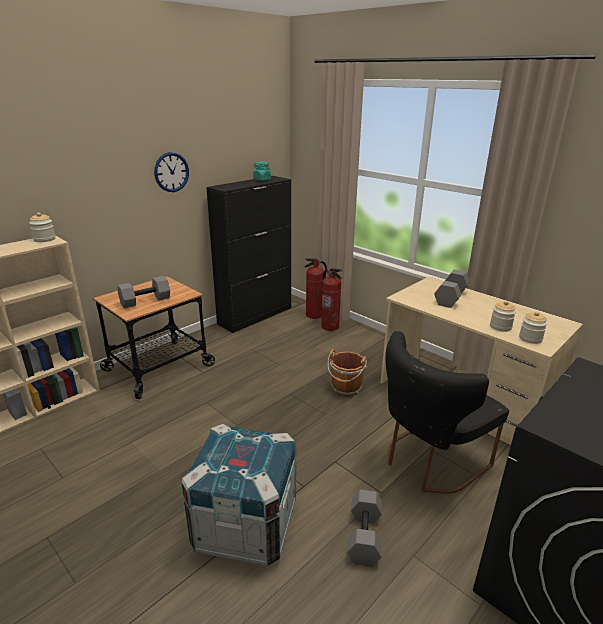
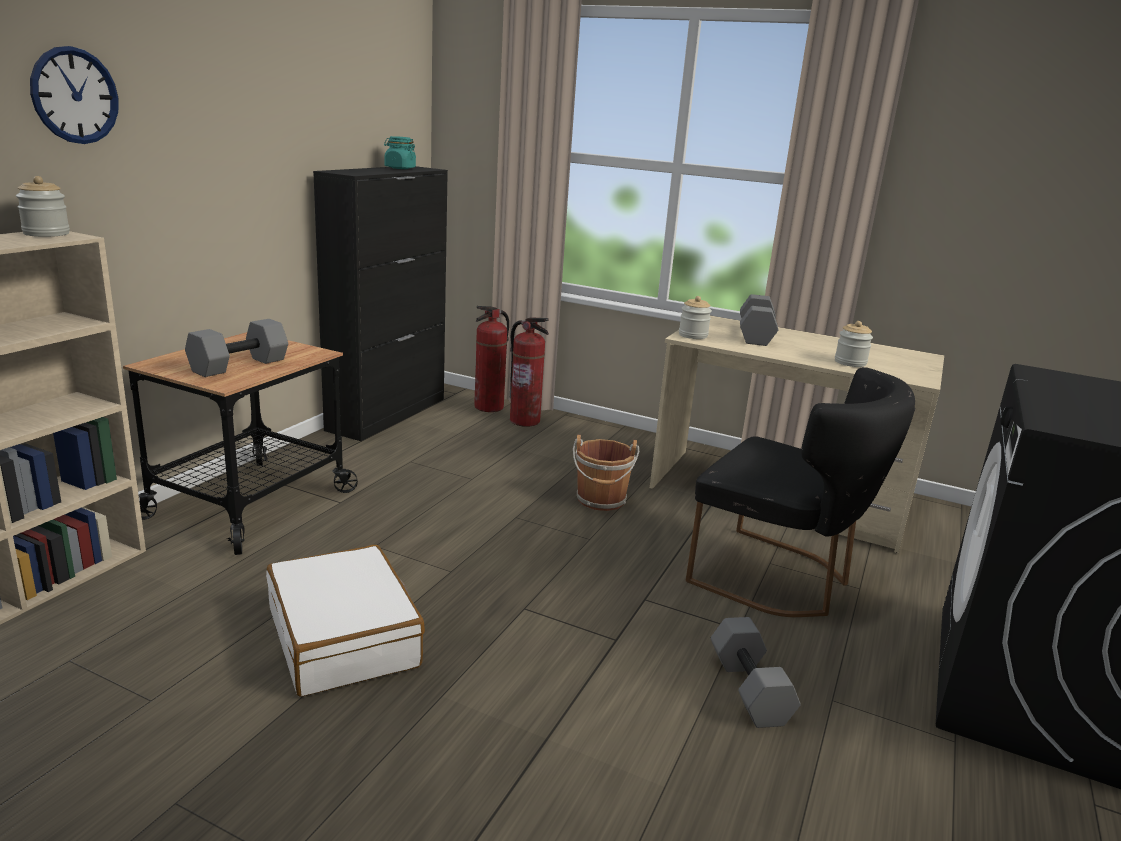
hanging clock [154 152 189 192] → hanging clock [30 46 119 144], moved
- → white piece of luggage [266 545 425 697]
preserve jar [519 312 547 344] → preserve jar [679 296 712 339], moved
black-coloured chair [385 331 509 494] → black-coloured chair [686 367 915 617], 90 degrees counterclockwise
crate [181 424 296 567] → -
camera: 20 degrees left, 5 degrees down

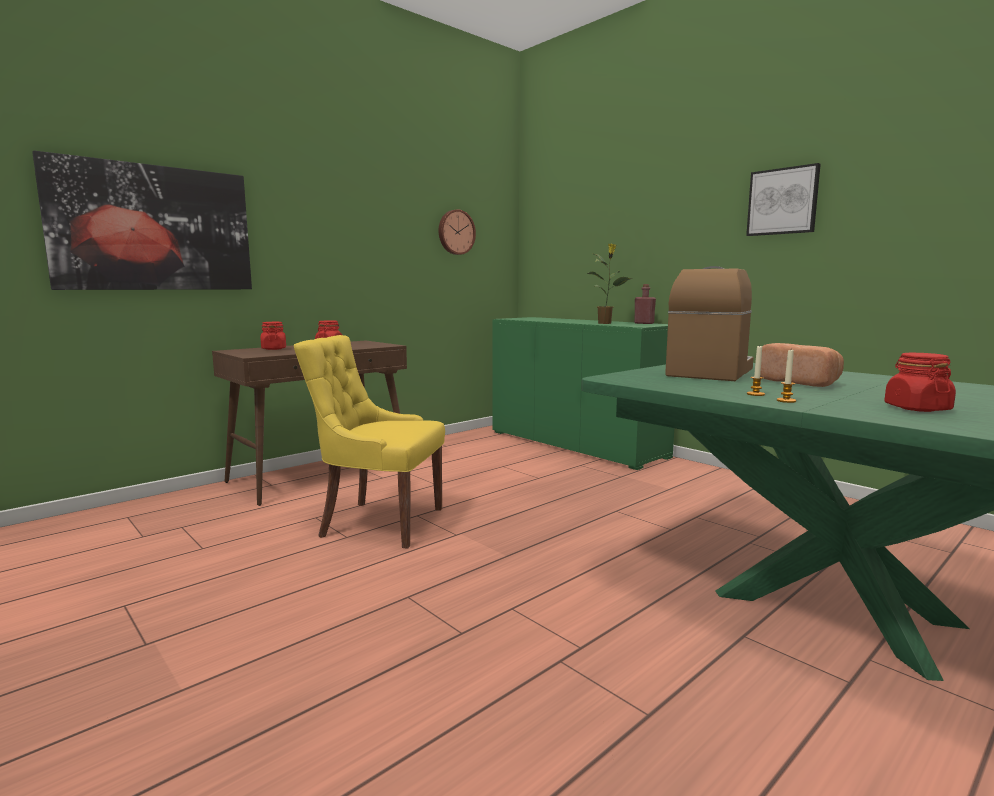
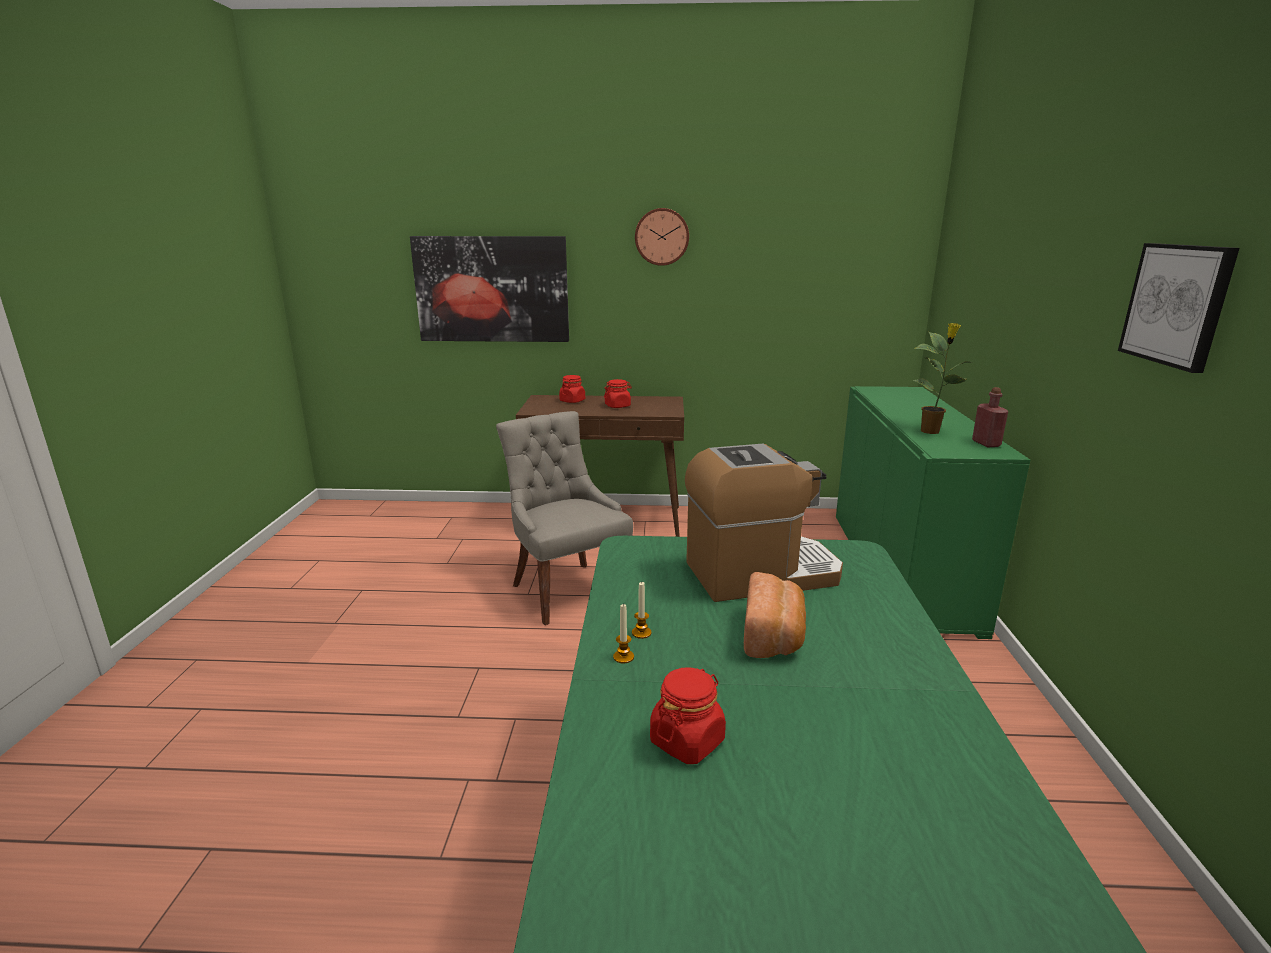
yellow chair [294 335 445 549] → grey chair [496 411 633 625]
hanging clock [439 209 476 255] → hanging clock [635 208 689 266], moved
camera: 45 degrees right, 10 degrees up

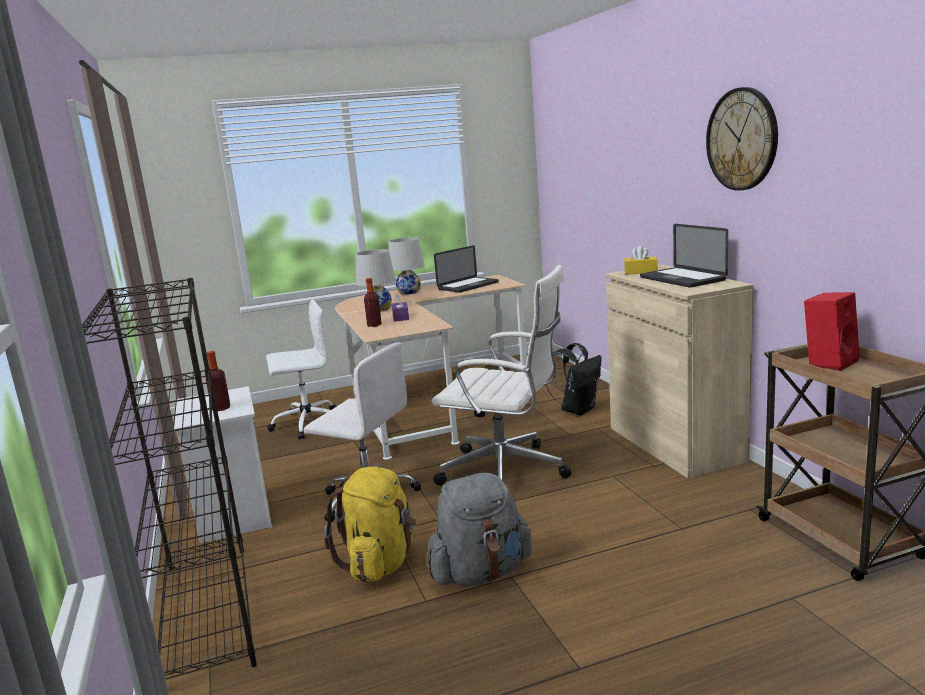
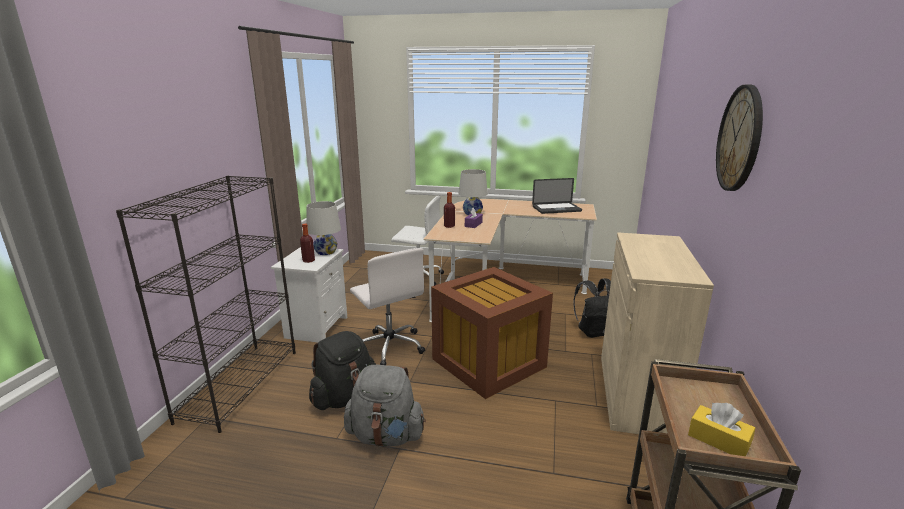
white table lamp [388 237 424 295] → white table lamp [306 201 341 255], moved
yellow knapsack [324 467 416 582] → black-coloured knapsack [309 331 376 410]
white desk chair [432 265 571 486] → brown-coloured storage bin [431 267 553 399]
yellow tissue box [624 245 658 275] → yellow tissue box [688 403 755 456], moved
laptop [640 224 728 288] → -
reddish loudspeaker [804 292 860 371] → -
camera: 30 degrees right, 5 degrees up

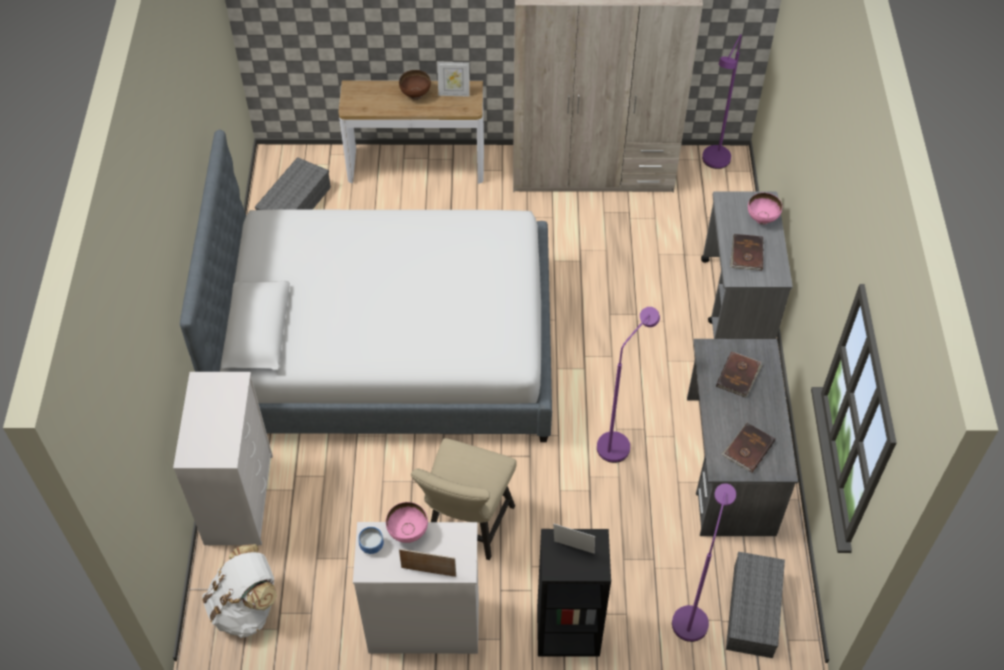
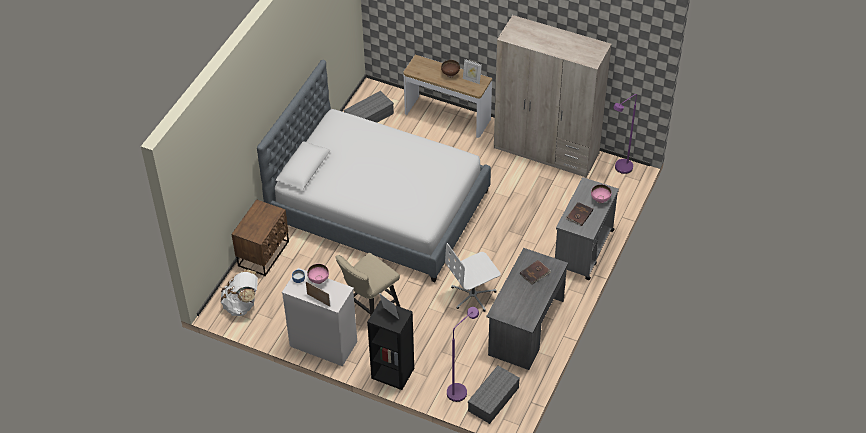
white dresser [173 372 273 545] → brown-coloured bedside table [232 199 289 276]
purplish standing lamp [597 307 660 463] → white desk chair [445 243 501 312]
brown-coloured bound book [722 423 775 473] → -
camera: 25 degrees right, 5 degrees down

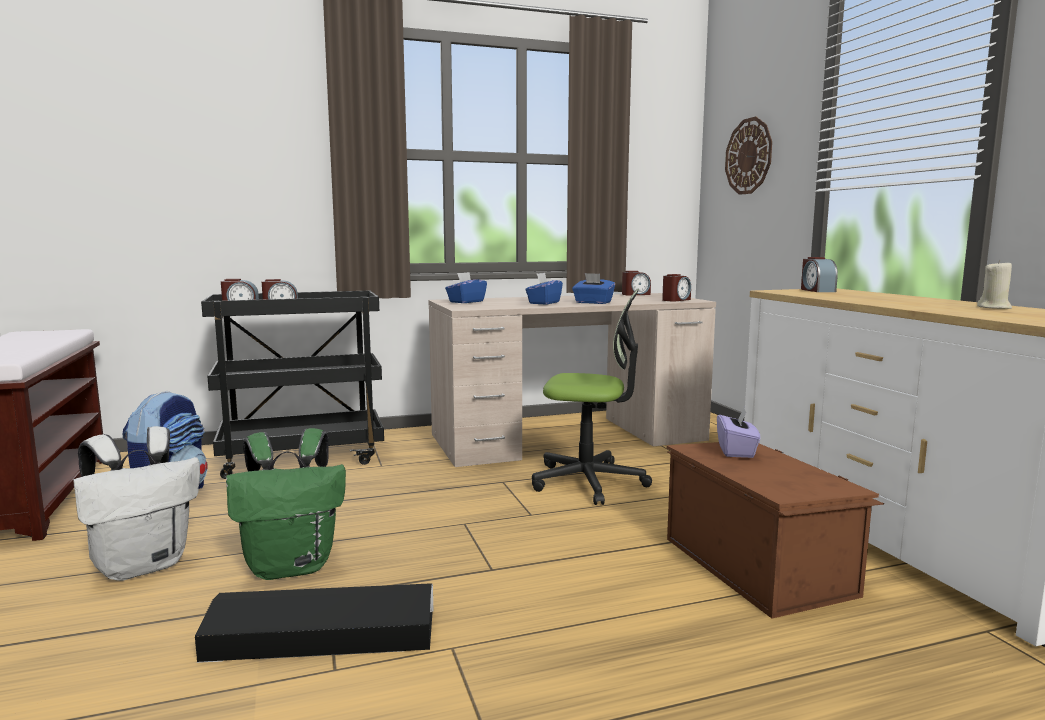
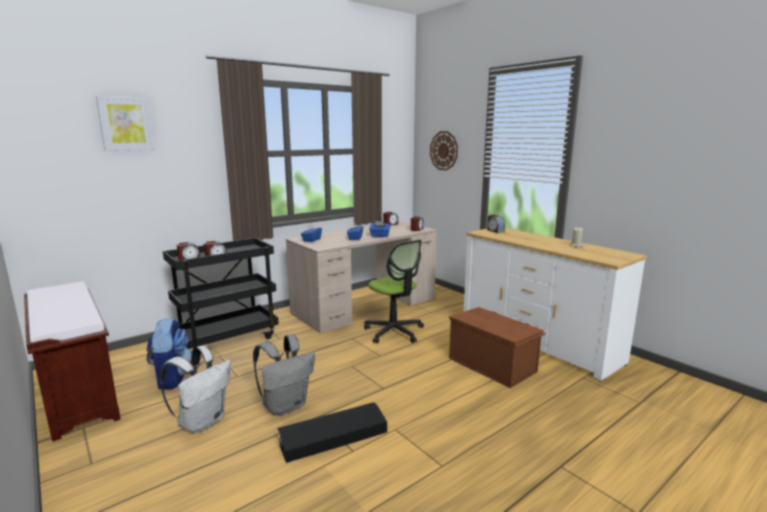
- → picture [96 96 155 151]
green-coloured knapsack [226 428 346 580] → grey knapsack [253 334 315 416]
desk chair [532 289 652 505] → desk chair [364 240 424 343], 60 degrees clockwise
purplish tissue box [717 408 761 458] → -
camera: 20 degrees left, 5 degrees up

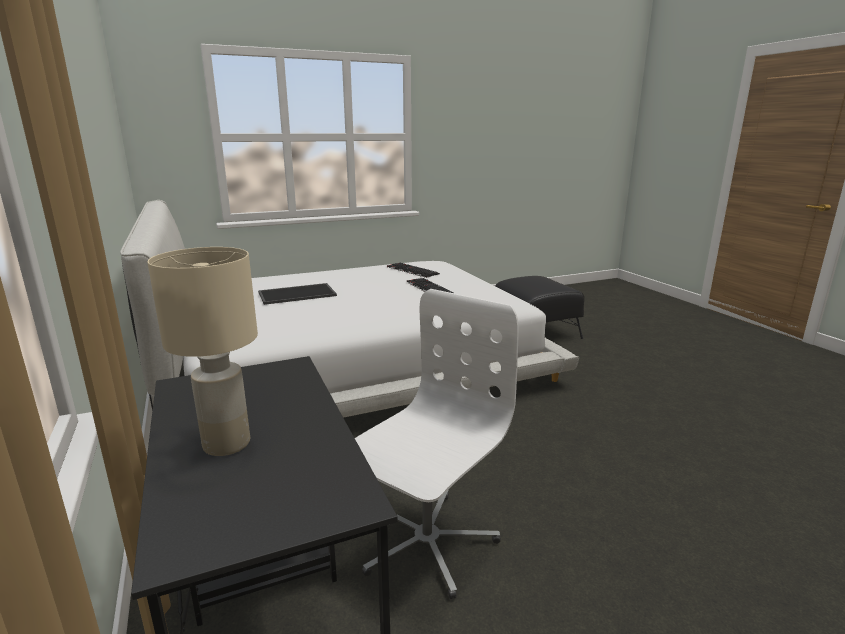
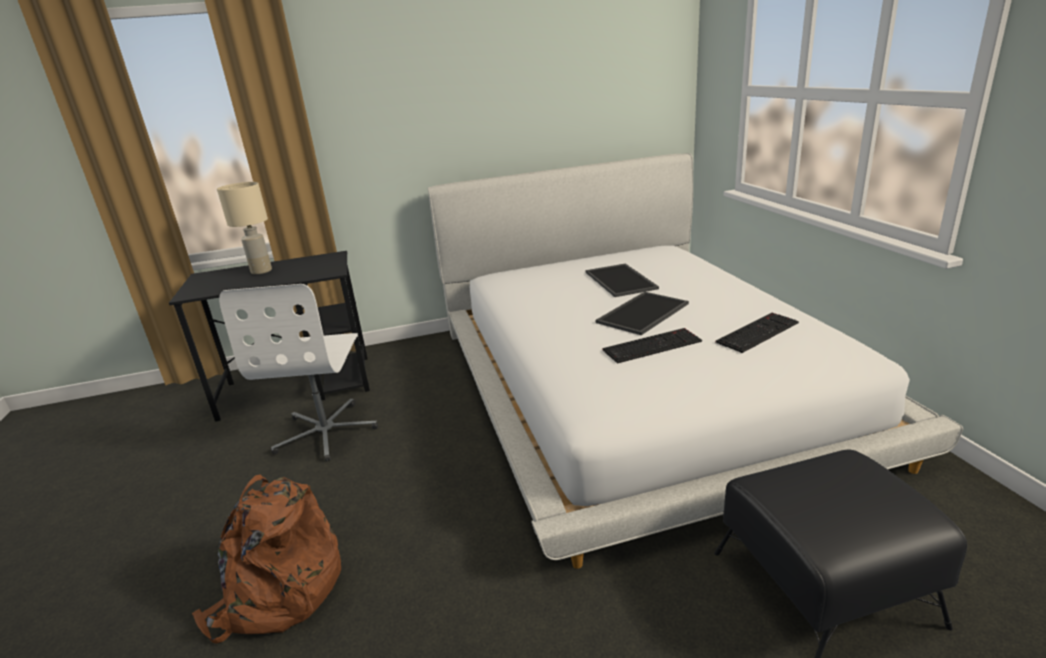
- → brown-coloured knapsack [192 474 341 644]
white desk chair [355 289 519 600] → white desk chair [219 284 378 462], 45 degrees clockwise
- → tray [596 292 689 335]
camera: 100 degrees right, 5 degrees up

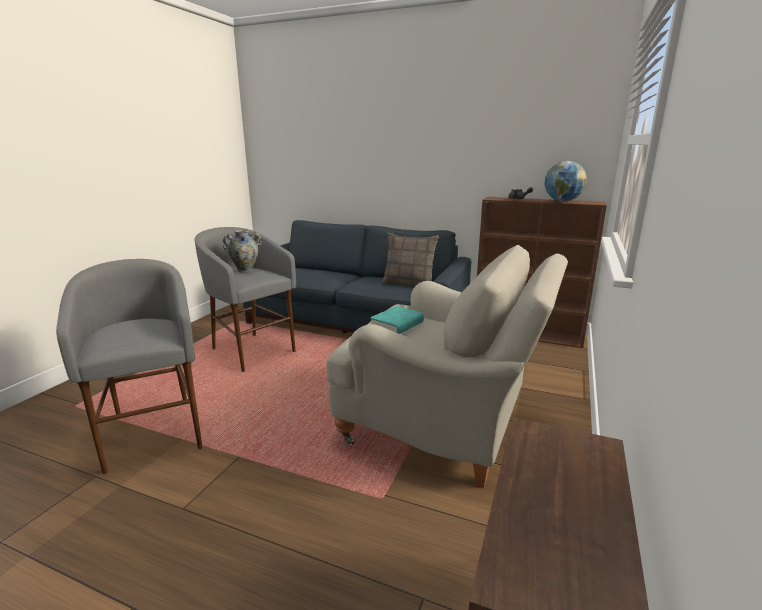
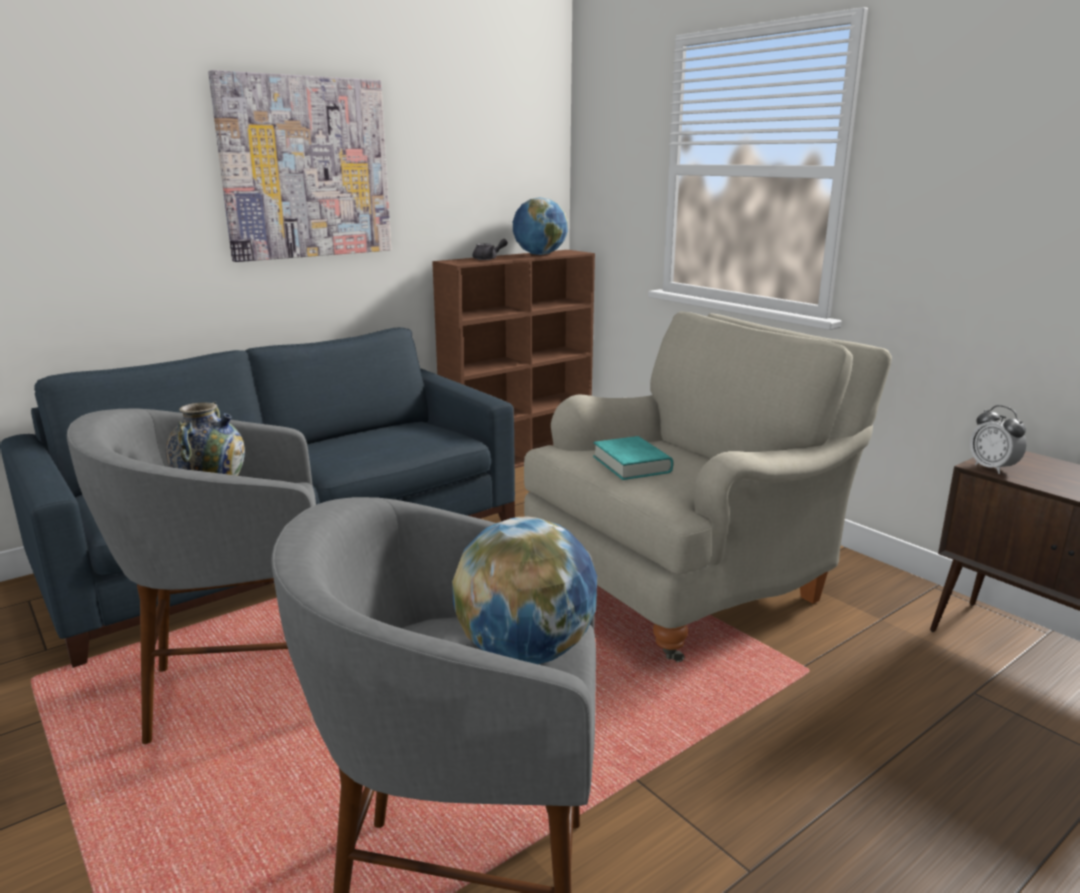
- → picture [208 70 391 262]
- → world globe [452 516 597 664]
- → table clock [970 405 1026 474]
cushion [382 233 439 286] → -
camera: 60 degrees left, 0 degrees up

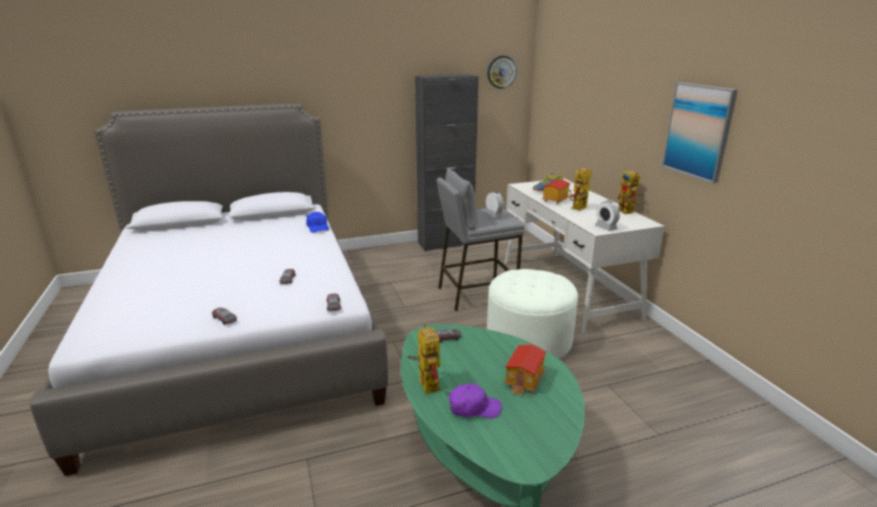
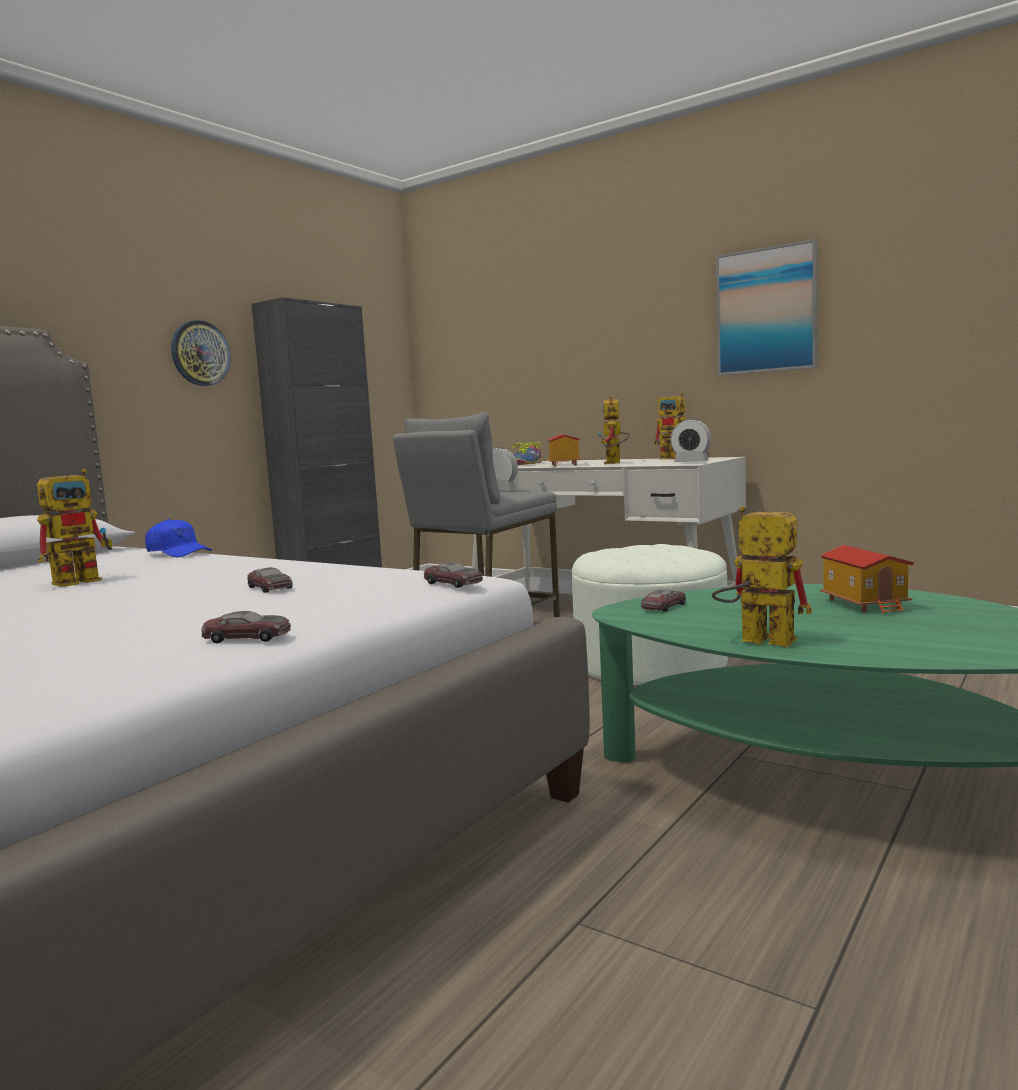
- → model robot [37 469 112 587]
hanging clock [487 56 517 89] → hanging clock [171 320 231 386], moved
purplish cap [449 383 502 418] → -
camera: 35 degrees left, 15 degrees down

